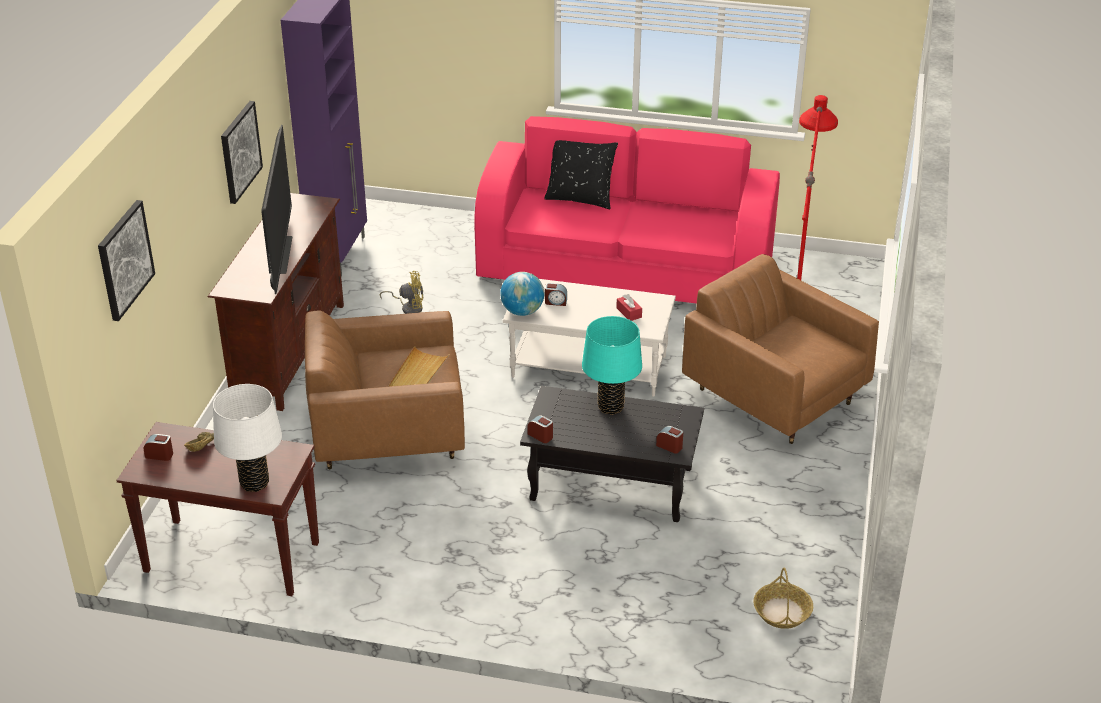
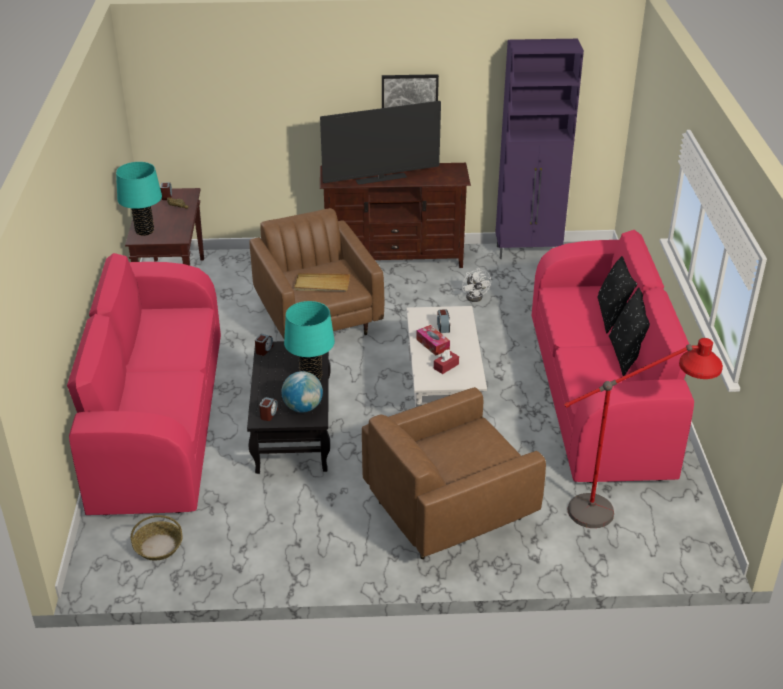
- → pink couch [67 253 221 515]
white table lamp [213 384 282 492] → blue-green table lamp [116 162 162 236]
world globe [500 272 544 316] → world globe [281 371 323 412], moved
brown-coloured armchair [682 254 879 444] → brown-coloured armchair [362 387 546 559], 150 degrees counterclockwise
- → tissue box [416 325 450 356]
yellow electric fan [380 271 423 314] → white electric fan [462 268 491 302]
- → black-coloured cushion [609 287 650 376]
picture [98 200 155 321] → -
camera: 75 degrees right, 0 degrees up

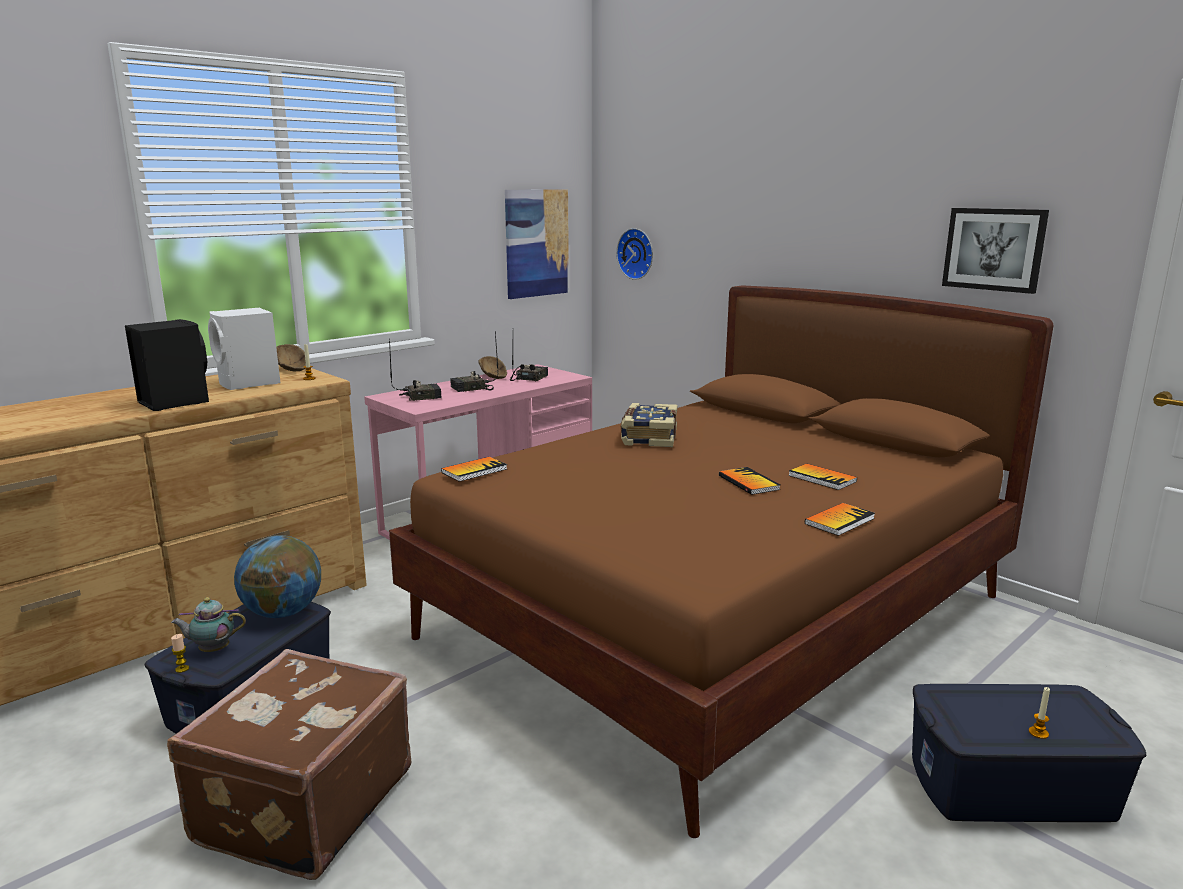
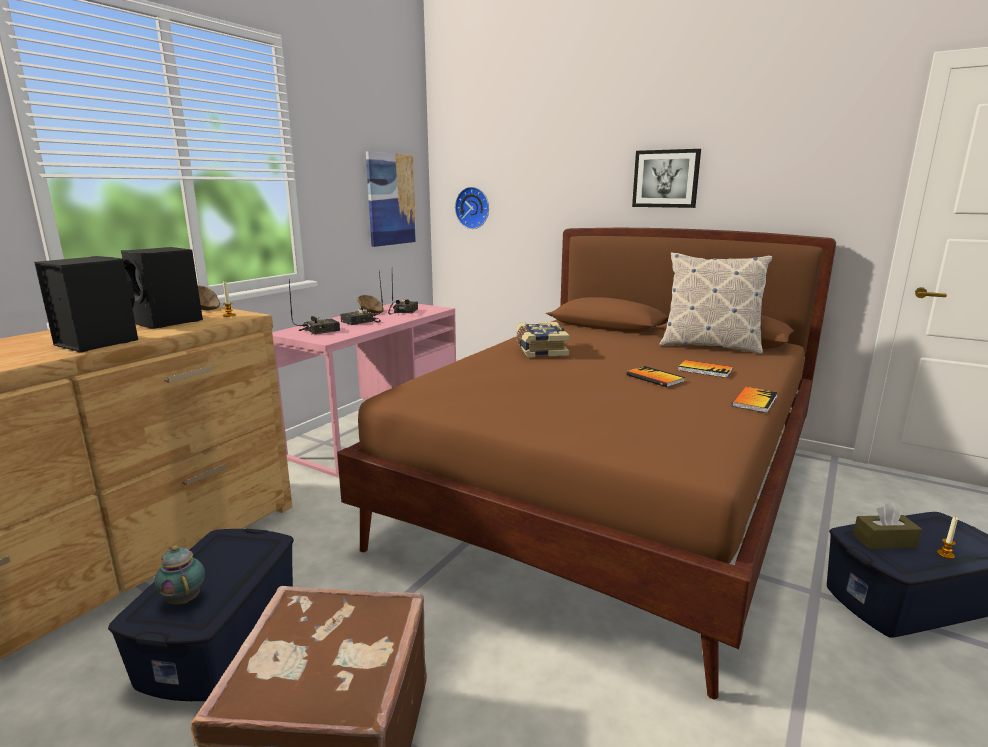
white loudspeaker [208 308 280 390] → black-coloured loudspeaker [121 247 203 329]
pot for tea [171 597 246 652] → pot for tea [154 545 205 604], 75 degrees clockwise
picture [942 208 1049 294] → picture [632 149 701 208], moved
- → cushion [659 252 773 354]
- → brown-coloured tissue box [853 503 922 549]
wax light [171 634 189 673] → -
world globe [234 535 321 618] → -
bound book [441 457 507 482] → -
camera: 15 degrees left, 0 degrees up

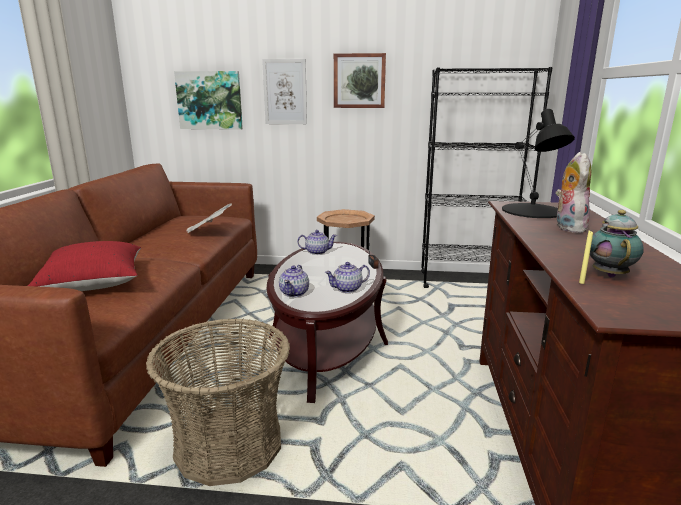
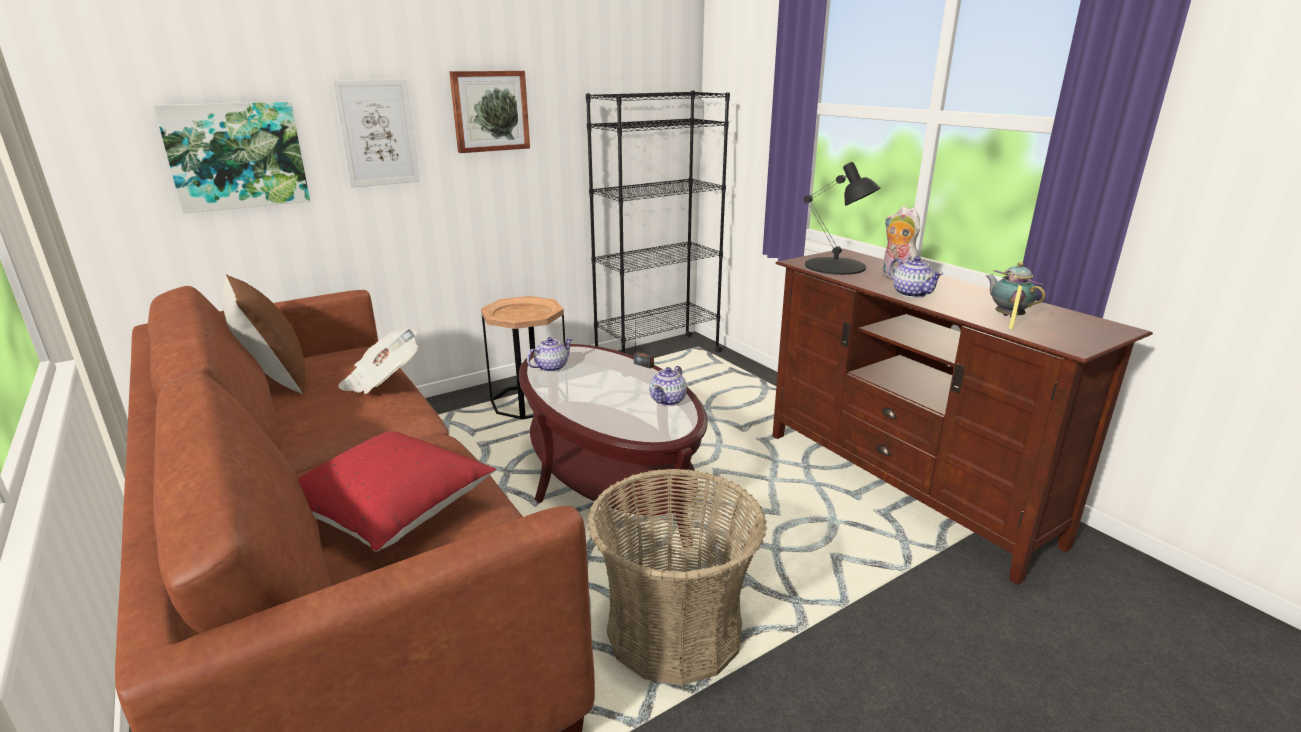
- → brown-coloured cushion [223 275 305 394]
pot for tea [279 265 309 297] → pot for tea [889 256 943 298], moved
camera: 40 degrees left, 5 degrees up

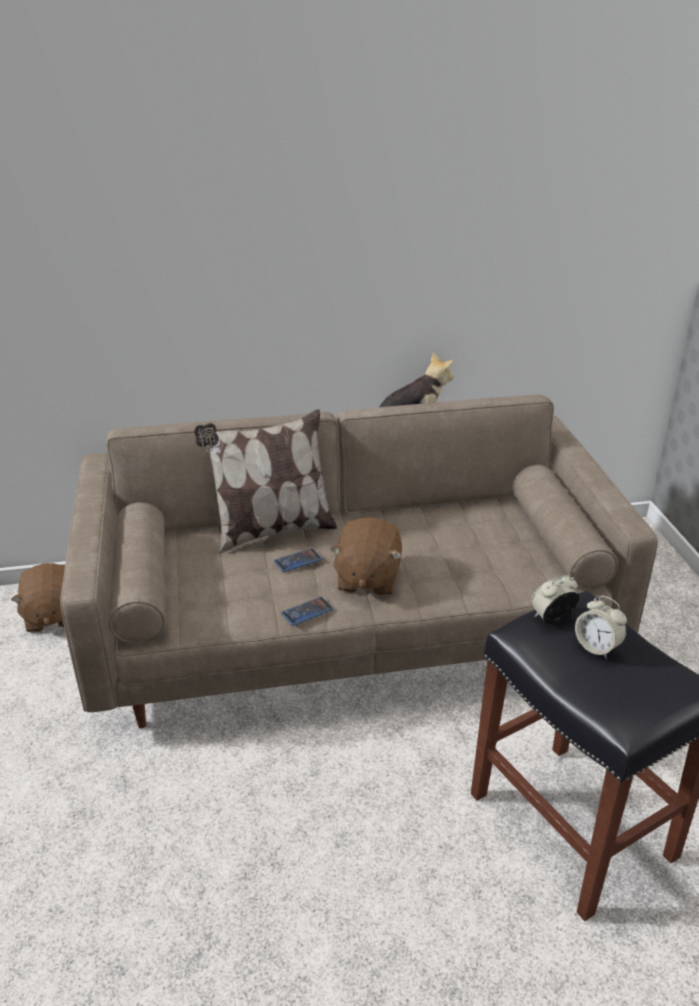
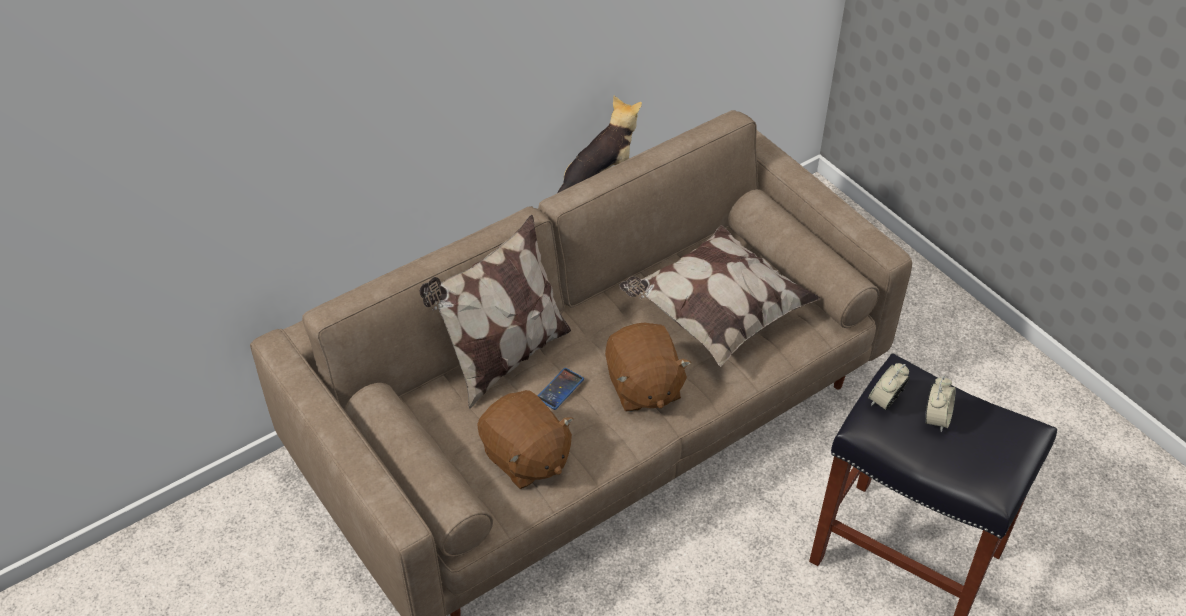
brown-coloured plush toy [11 563 65 633] → brown-coloured plush toy [477 390 573 489], moved
- → cushion [619 225 821 367]
table clock [575 596 627 659] → table clock [925 376 956 432], 90 degrees counterclockwise
telephone [281 597 333 626] → -
camera: 25 degrees left, 15 degrees up

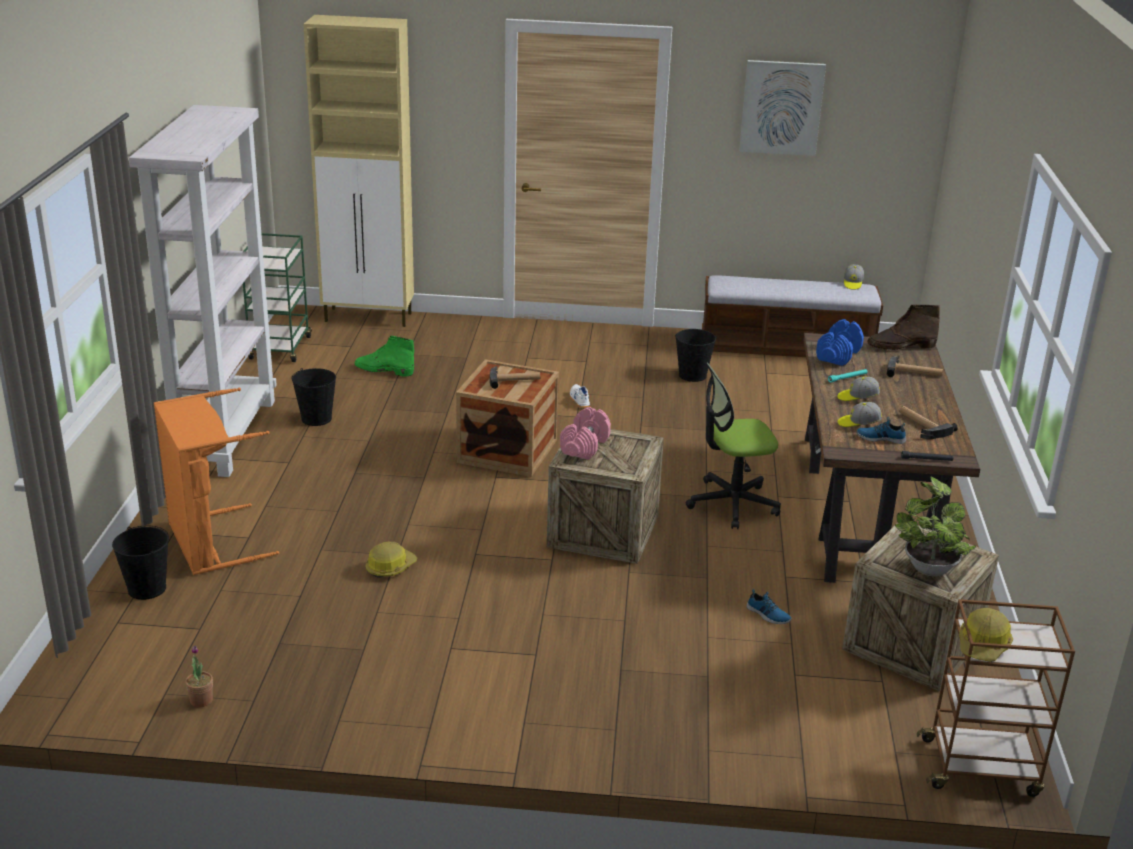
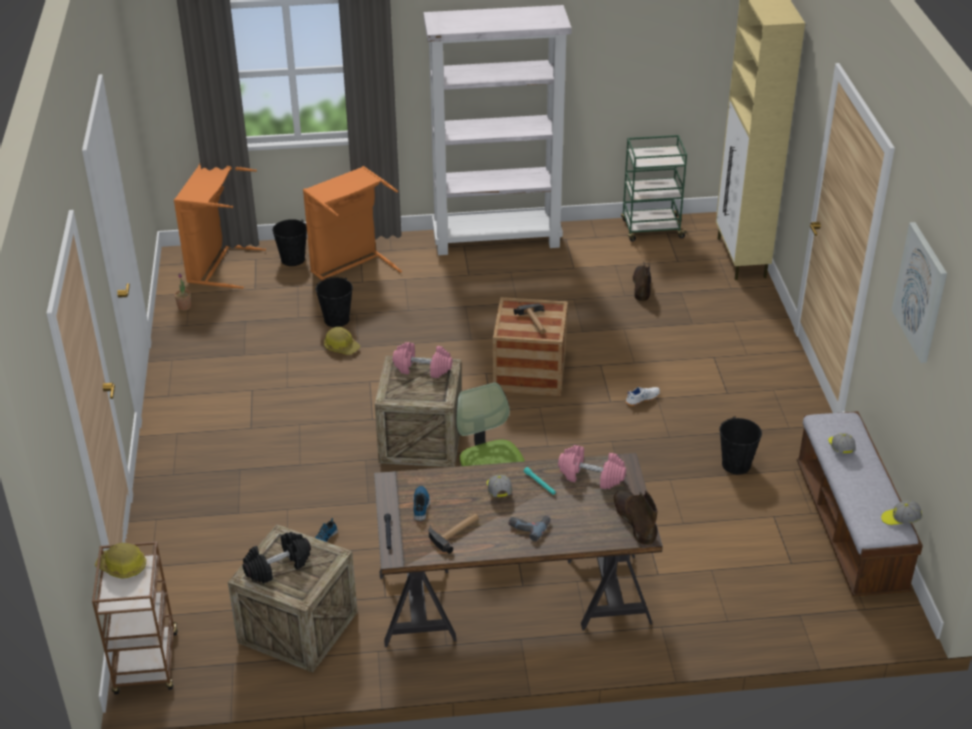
- → orange laundry basket [174 164 266 289]
plant in a pot [895 477 976 577] → black-coloured free weight [242 532 311 584]
black-coloured water bucket [291 368 336 426] → black-coloured water bucket [315 277 353 327], moved
- → power drill [509 516 551 541]
bluish free weight [816 319 864 366] → pink free weight [558 445 626 489]
green-coloured tall boot [355 336 414 377] → brown-coloured tall boot [633 262 651 301]
cap [838 402 882 427] → cap [828 433 856 453], moved
tool hammer [887 355 943 377] → -
camera: 80 degrees right, 10 degrees up

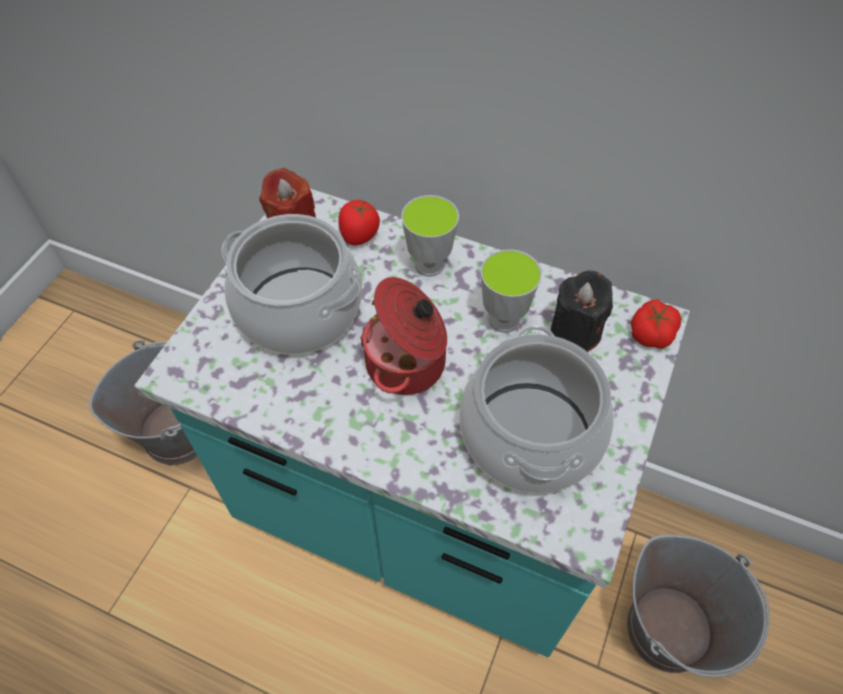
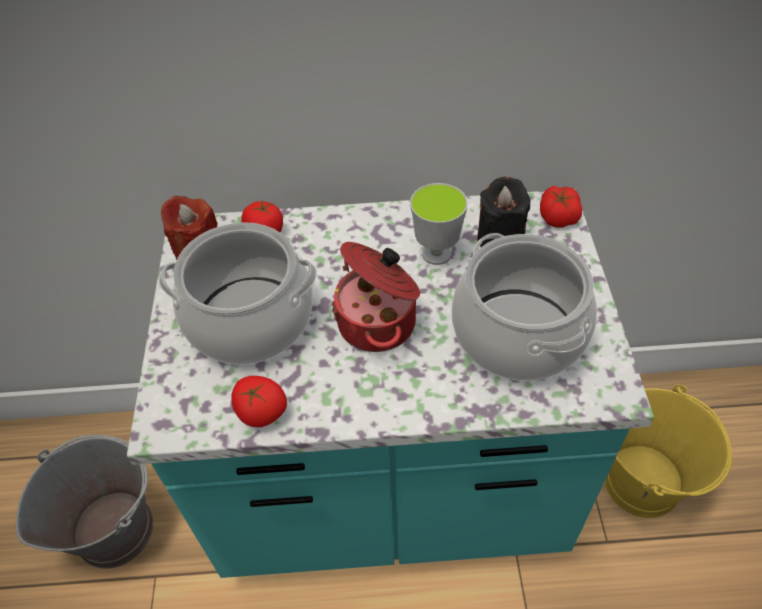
- → tomato [231 376 287 427]
grey water bucket [627 535 770 678] → yellow water bucket [605 385 732 518]
drinking cup [401 195 459 277] → -
camera: 25 degrees left, 5 degrees down

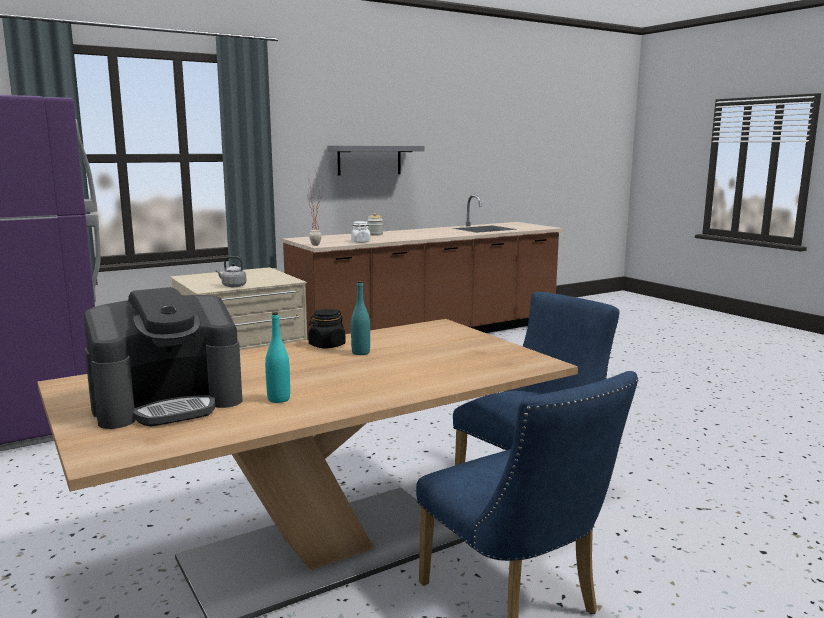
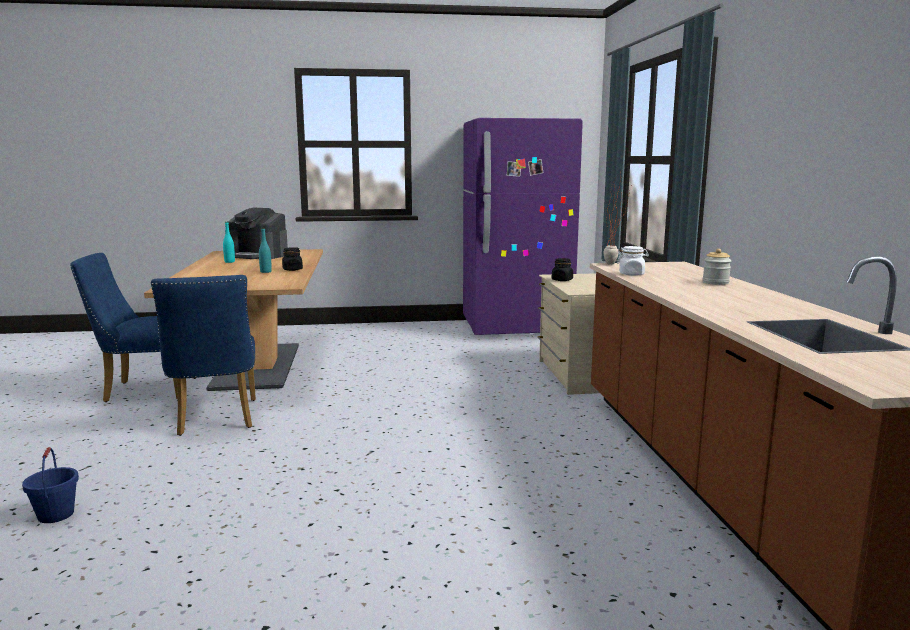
- → bluish water bucket [22 447 79 523]
coffee machine [84 287 242 429] → coffee machine [225 208 288 259], 60 degrees counterclockwise
grey tea kettle [216 256 247 287] → black-coloured preserve jar [551 258 573 281]
grey shelf [327 146 424 176] → -
camera: 115 degrees right, 0 degrees up

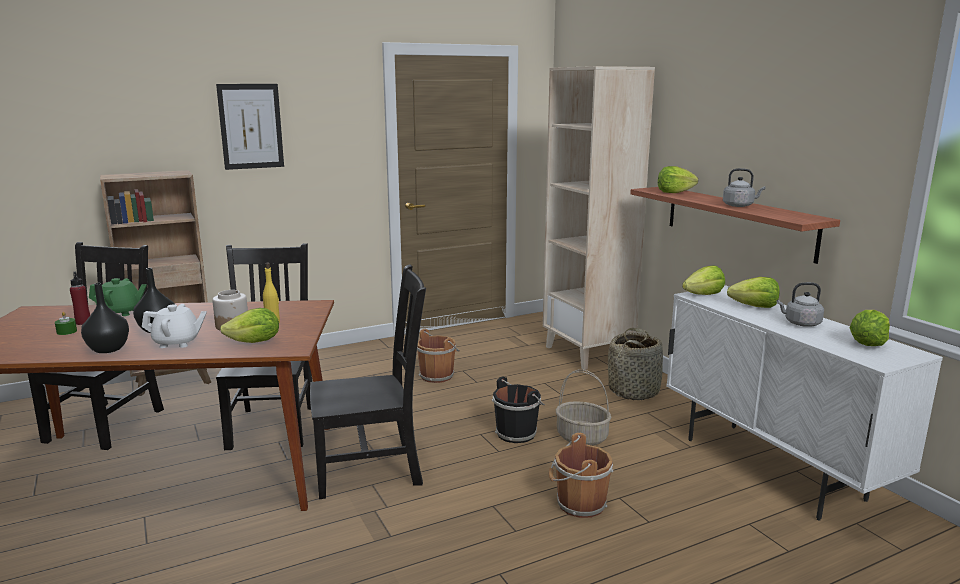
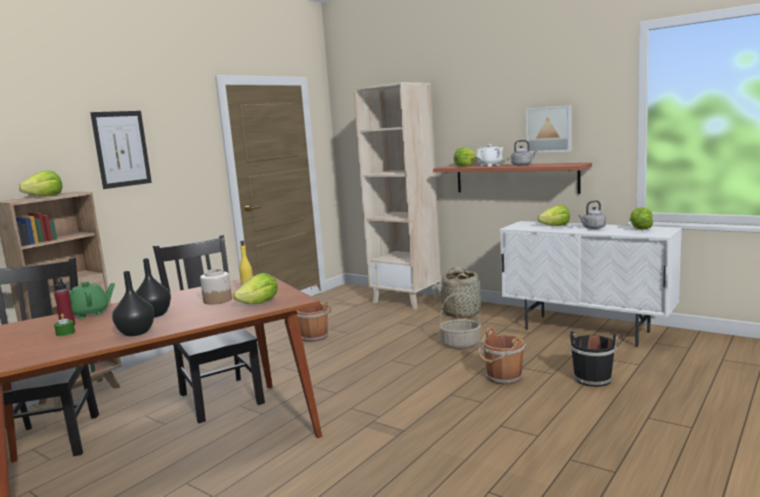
lettuce [682 265 725 295] → lettuce [19 171 62 196], moved
white pot for tea [142 304 207 348] → white pot for tea [476 144 503 167], moved
- → picture [526 105 572 153]
black-coloured water bucket [491 376 545 443] → black-coloured water bucket [569 331 619 387], moved
black-coloured chair [310 264 426 499] → -
camera: 25 degrees left, 5 degrees down

